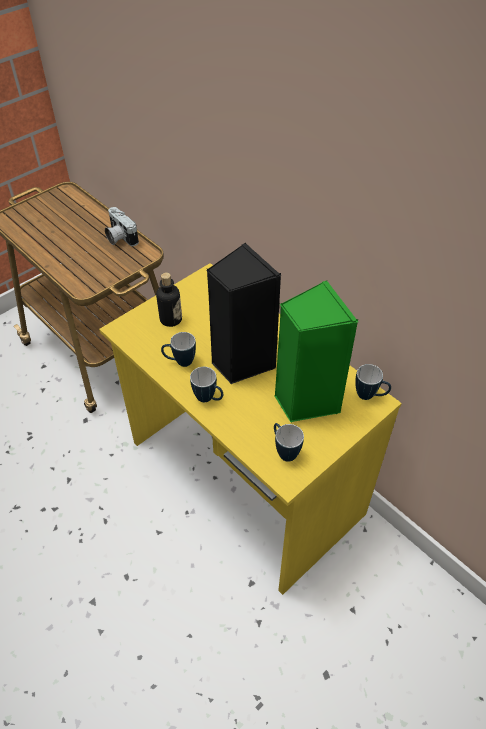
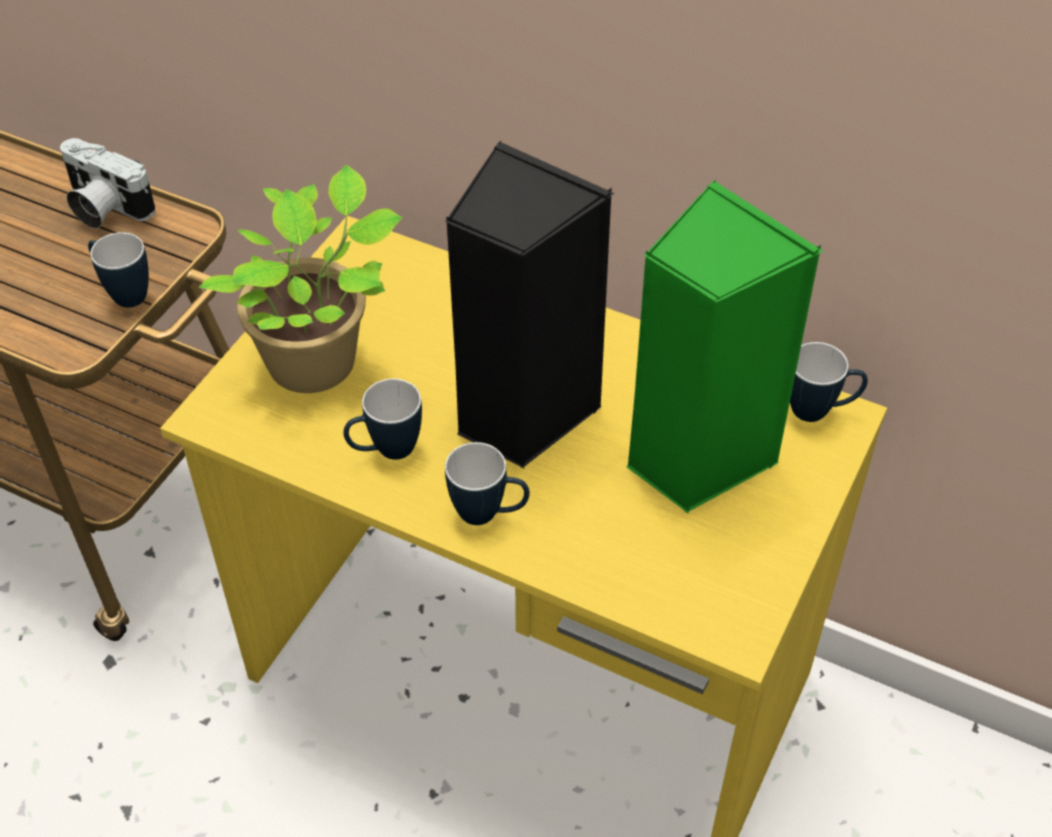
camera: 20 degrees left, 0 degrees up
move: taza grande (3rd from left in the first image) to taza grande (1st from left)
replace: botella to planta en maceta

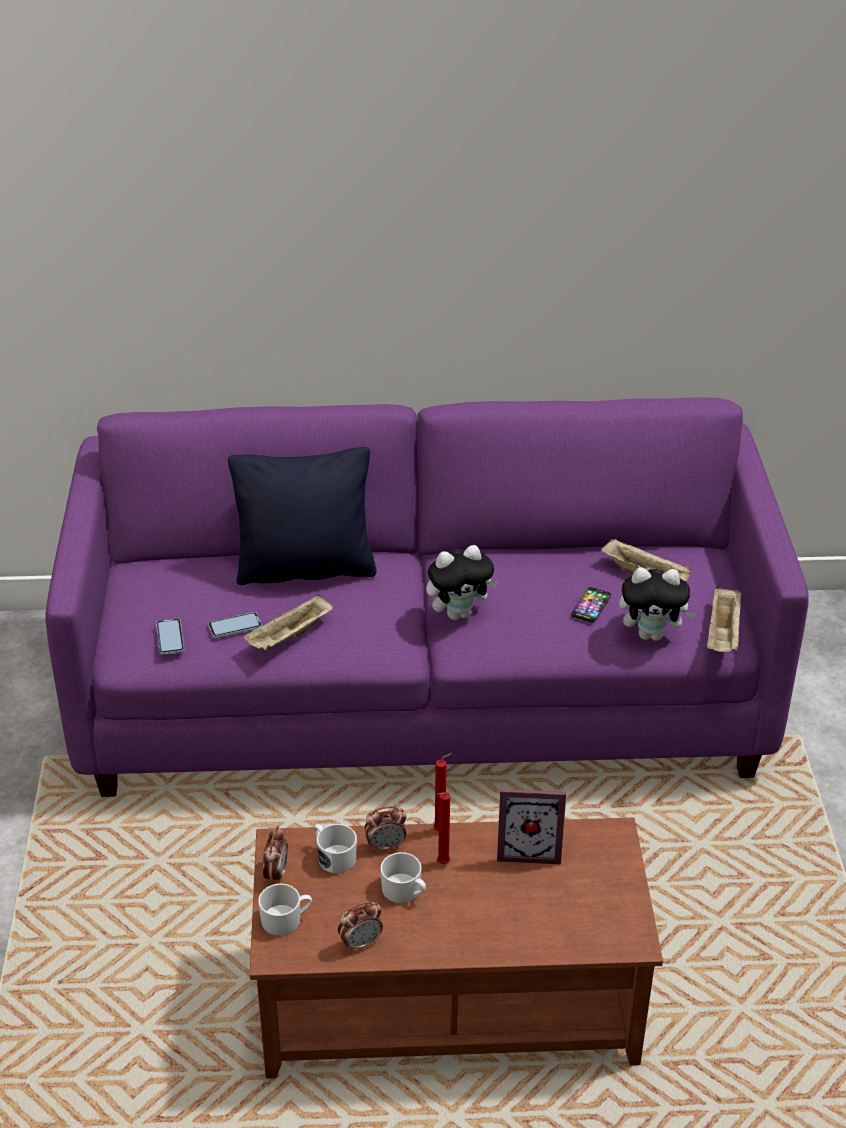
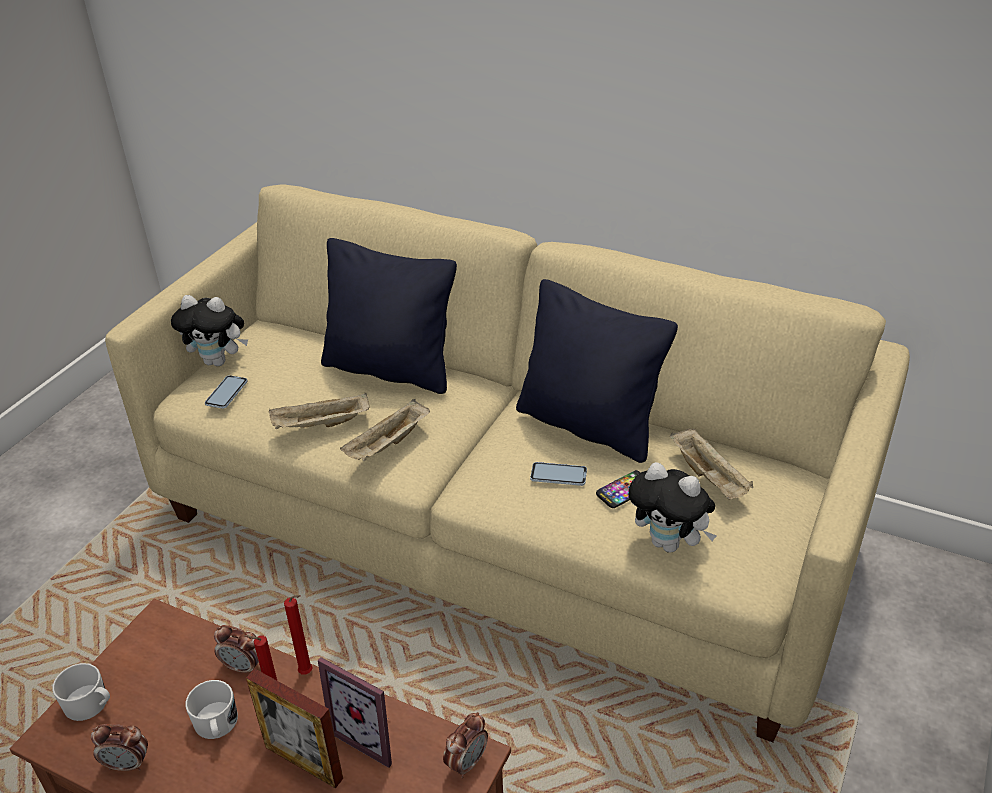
camera: 30 degrees right, 0 degrees up
delete: taza grande (blanco) (2nd from left)
insert: portarretratos (1st from left); cojín (negro) (2nd from left)
move: móvil (2nd from left); despertador (1st from left in the first image) to despertador (3rd from left); peluche (1st from left); bandeja (beis) (3rd from left in the first image) to bandeja (beis) (2nd from left)
recolor: sofá (morado) to sofá (beis)

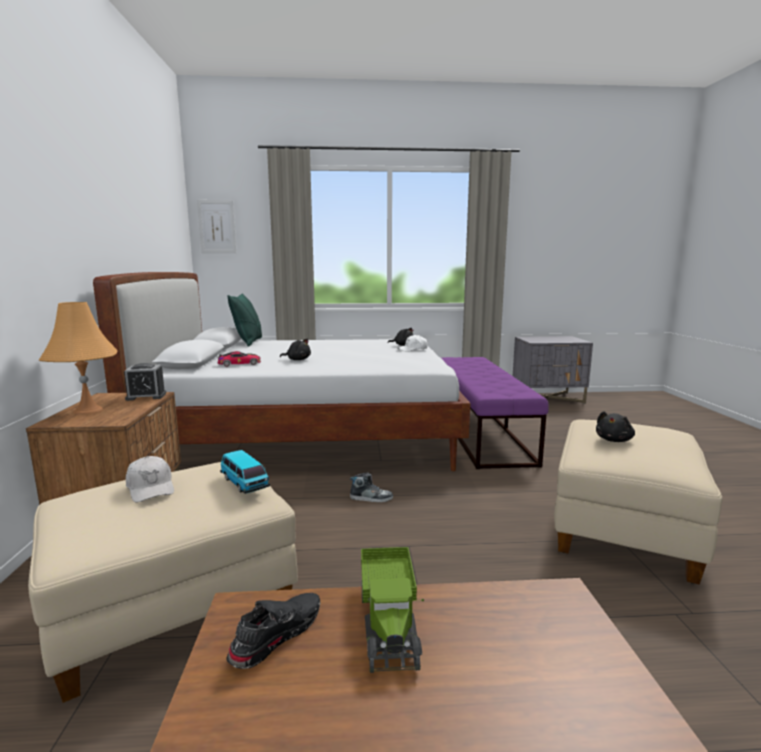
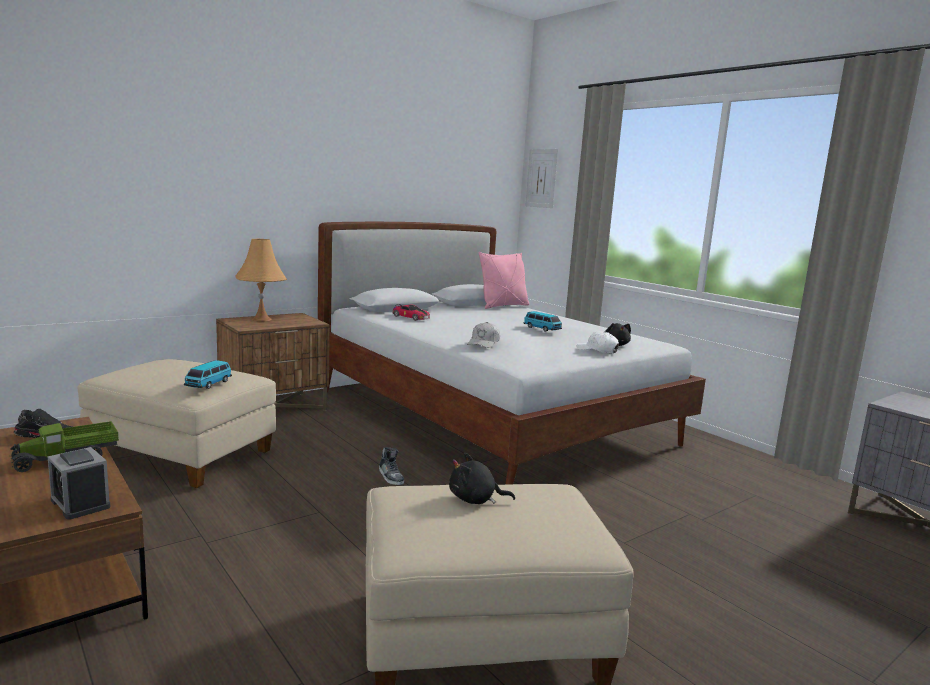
camera: 55 degrees right, 0 degrees up
delete: peluche (negro) (1st from left); banco (morado)
insert: coche de juguete (3rd from left)
move: despertador; gorra (blanco) (1st from left)
recolor: cojín (verde) to cojín (rosa)

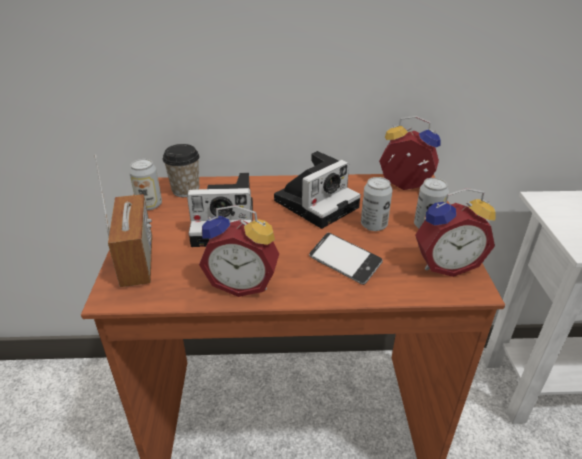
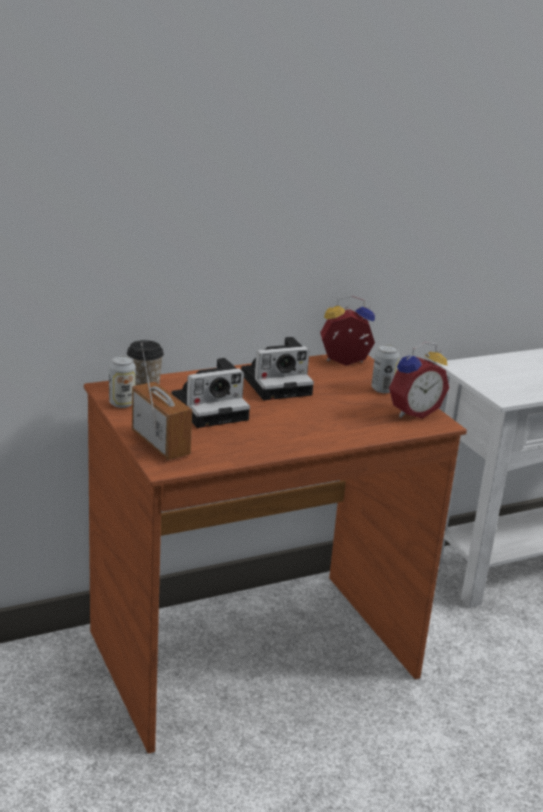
camera: 25 degrees left, 10 degrees down
delete: despertador (1st from left); móvil; lata (2nd from left)
rotate: cámara (2nd from left) 45 degrees clockwise

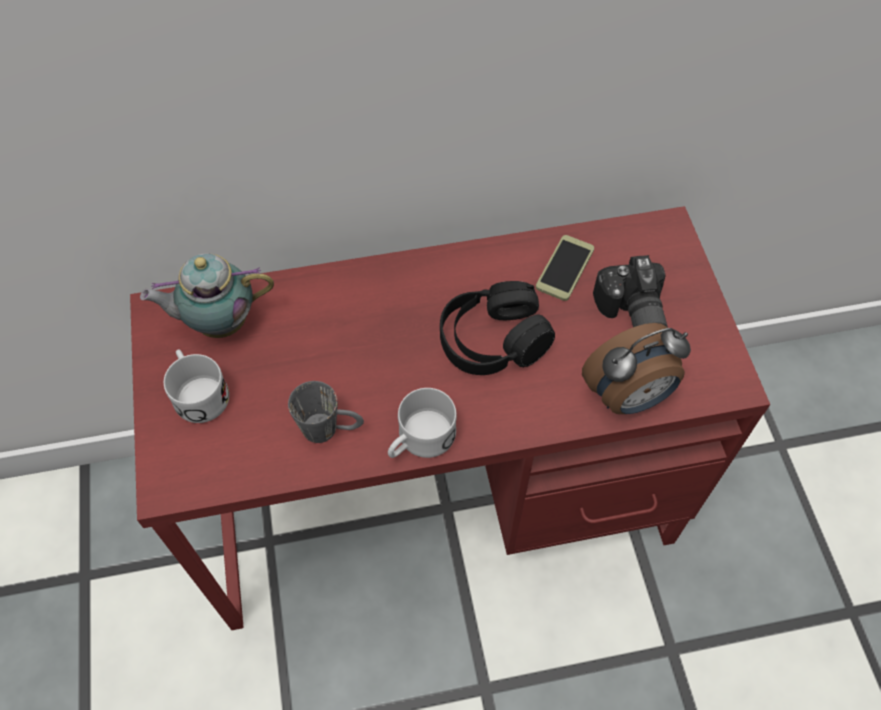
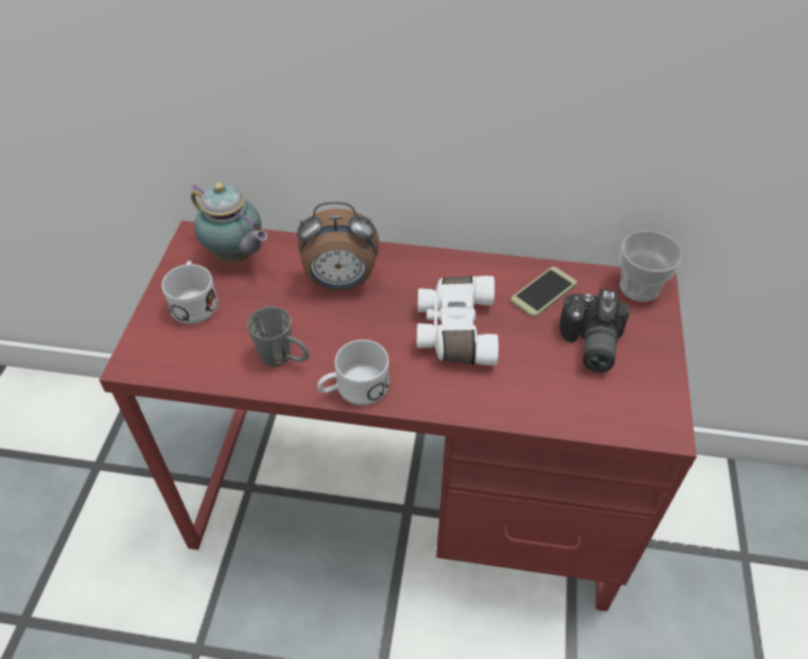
camera: 20 degrees right, 10 degrees down
insert: taza
move: despertador
replace: auriculares (negro) to prismáticos (blanco)
rotate: tetera 150 degrees counterclockwise

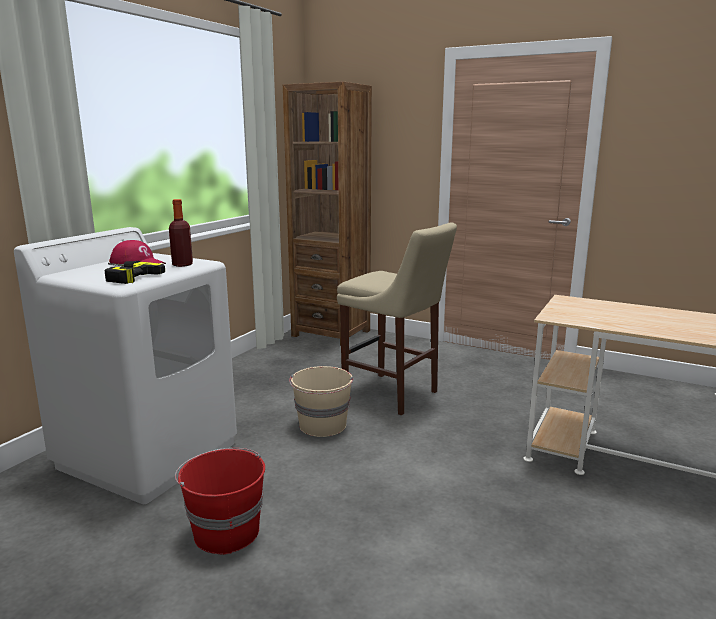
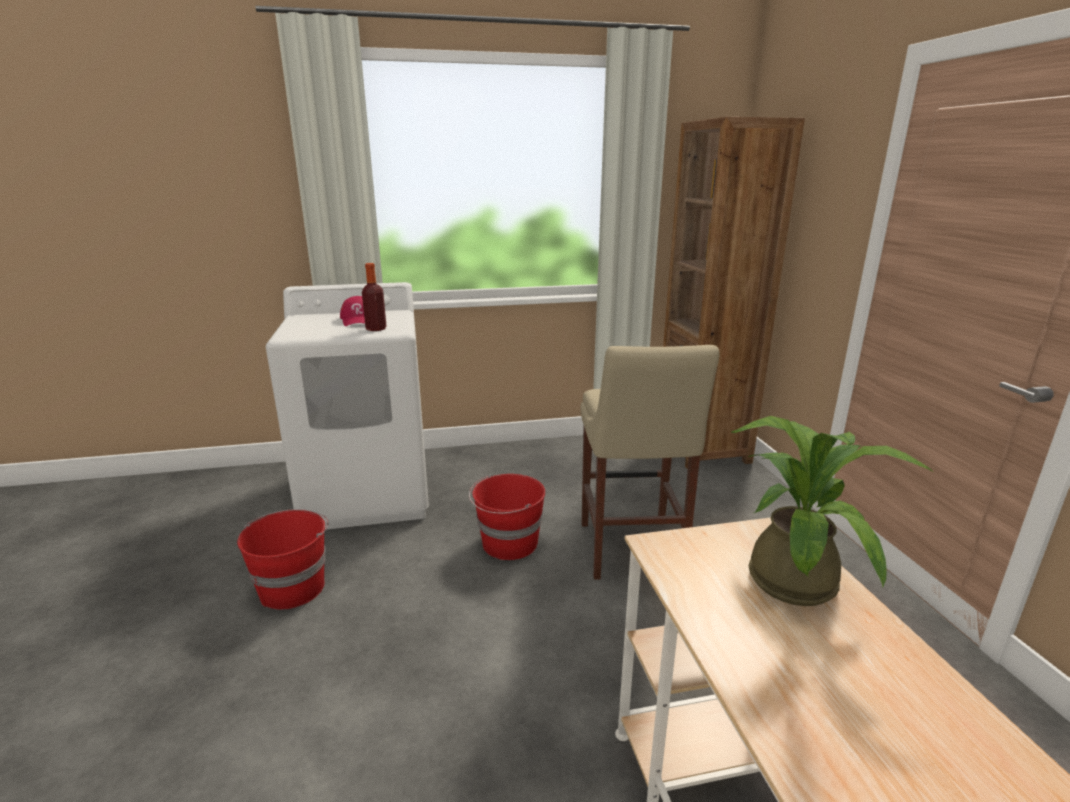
camera: 50 degrees right, 5 degrees up
delete: taladro
insert: planta en maceta
recolor: cubo (beis) to cubo (rojo) (2nd from left)

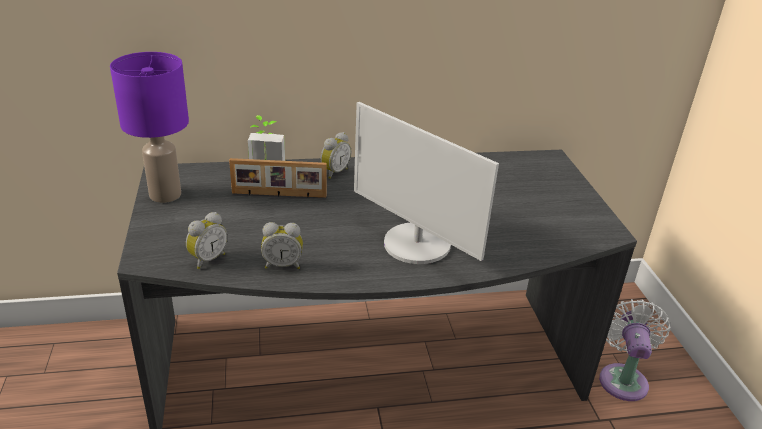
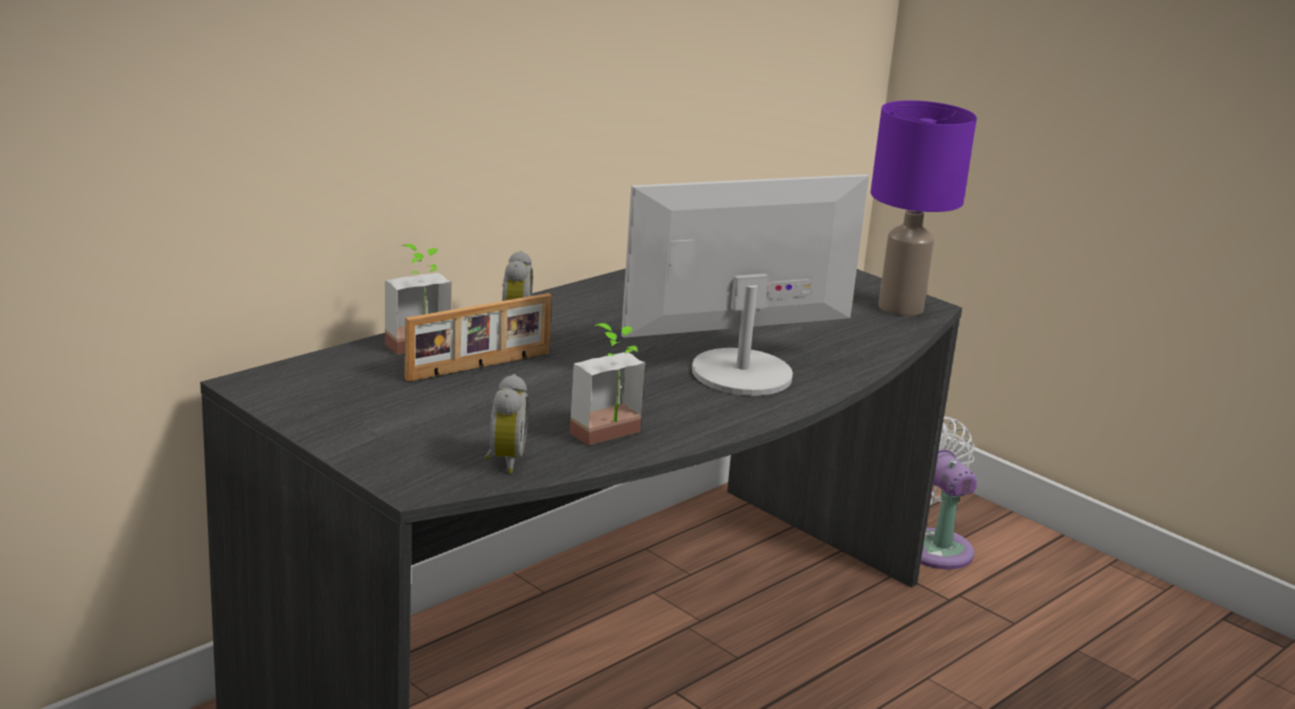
camera: 35 degrees left, 10 degrees down
move: lámpara de mesa (morado)
replace: despertador (2nd from left) to planta en maceta (2nd from left)
rotate: monitor 150 degrees clockwise

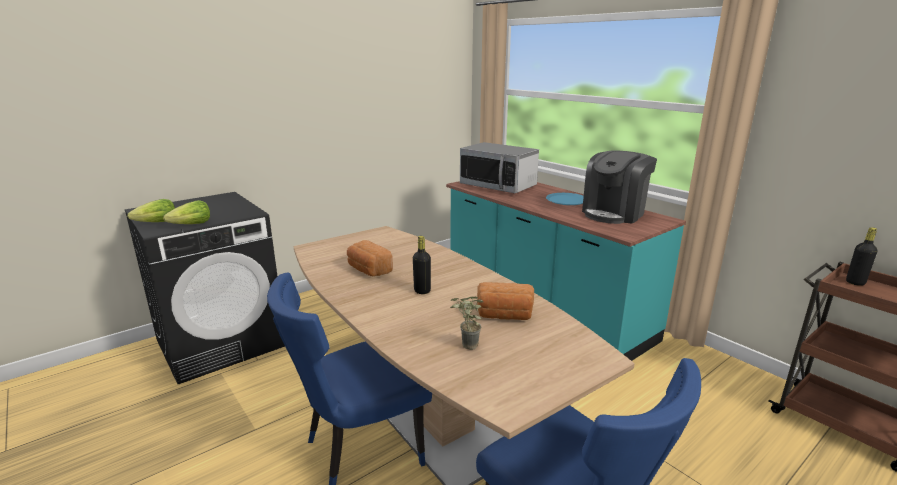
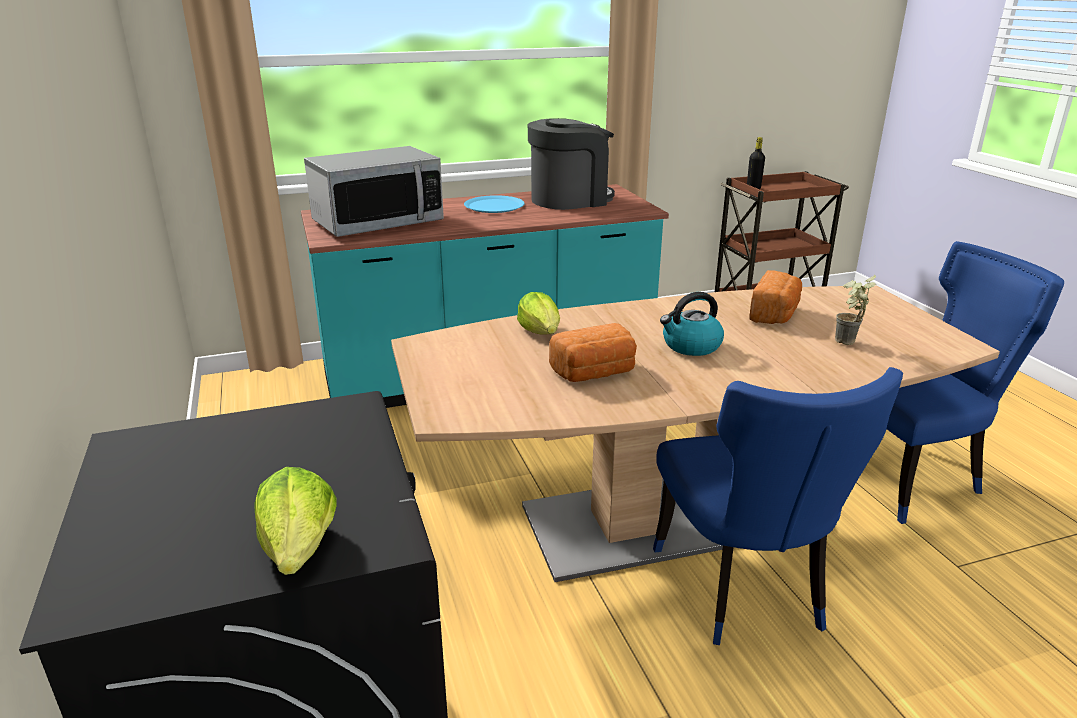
camera: 70 degrees left, 5 degrees up
move: lechuga (2nd from left)
replace: botella (negro) (1st from left) to hervidor
rotate: cafetera 90 degrees counterclockwise

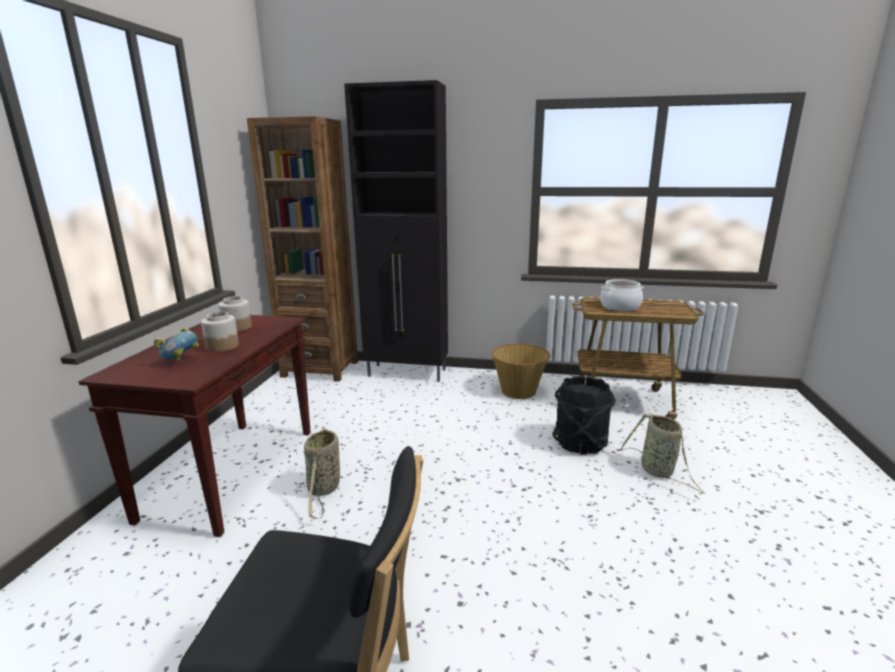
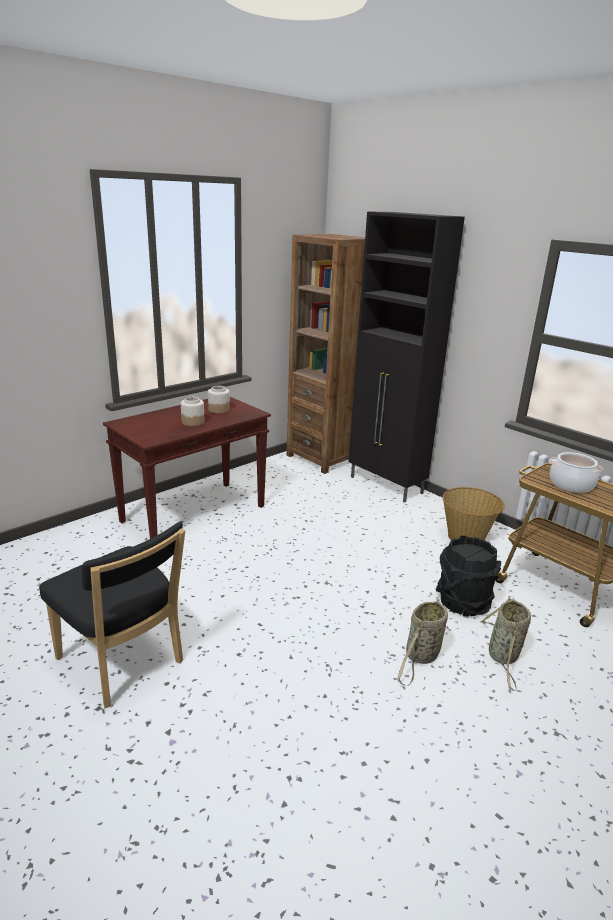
camera: 35 degrees right, 5 degrees up
delete: cuenco
move: cesta (1st from left)

